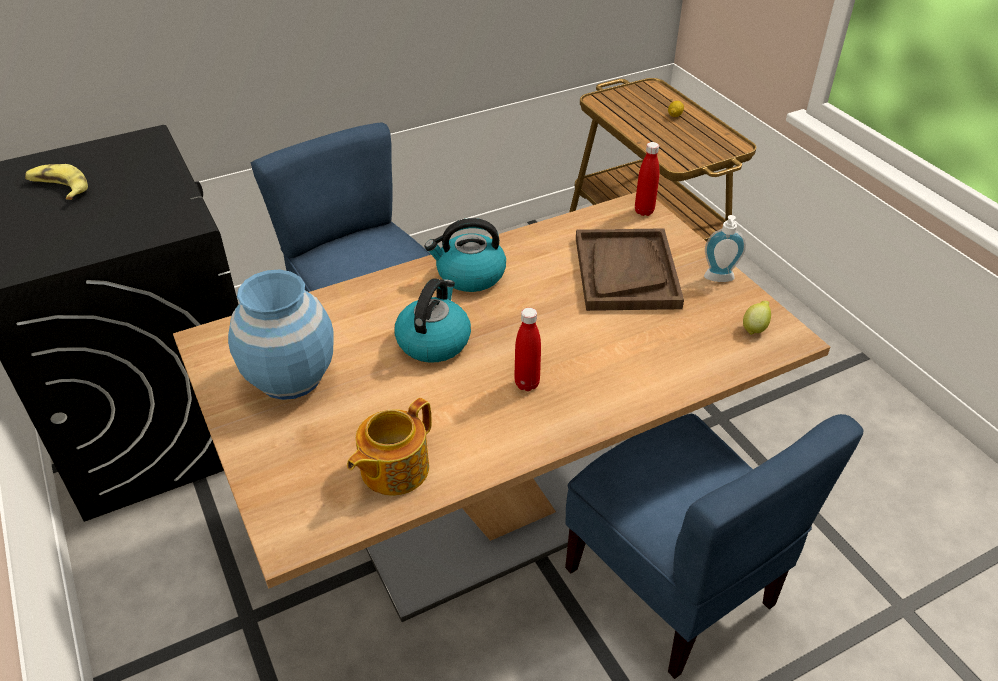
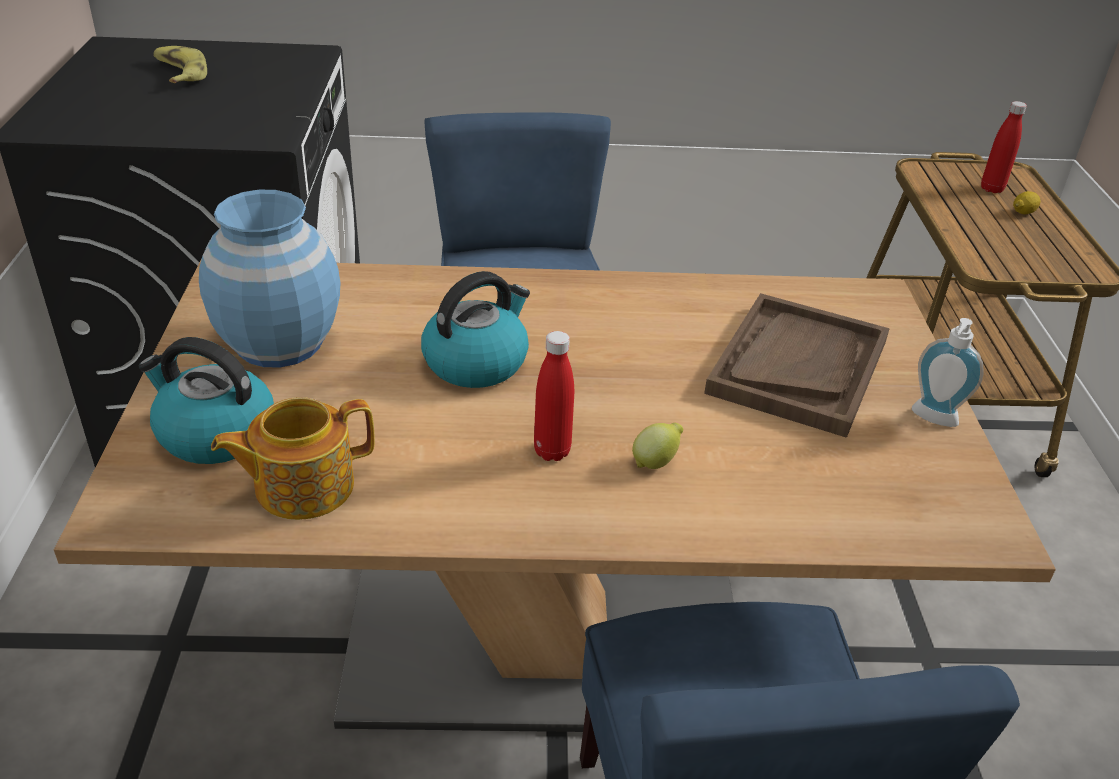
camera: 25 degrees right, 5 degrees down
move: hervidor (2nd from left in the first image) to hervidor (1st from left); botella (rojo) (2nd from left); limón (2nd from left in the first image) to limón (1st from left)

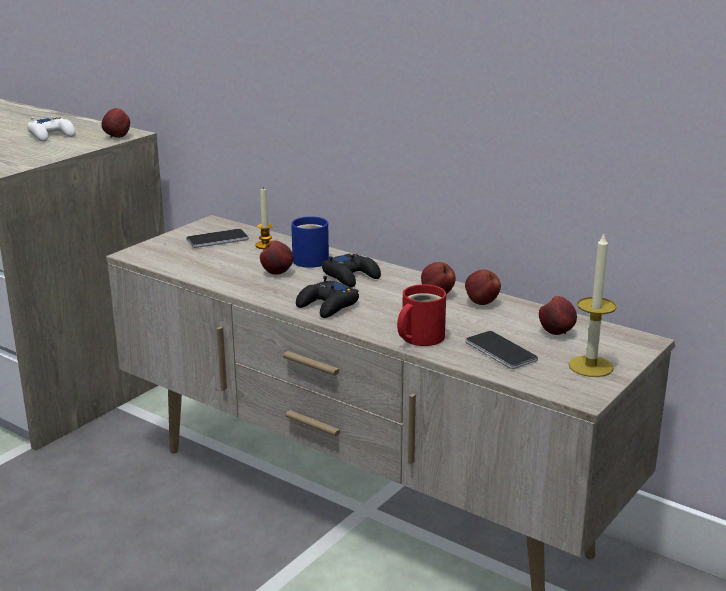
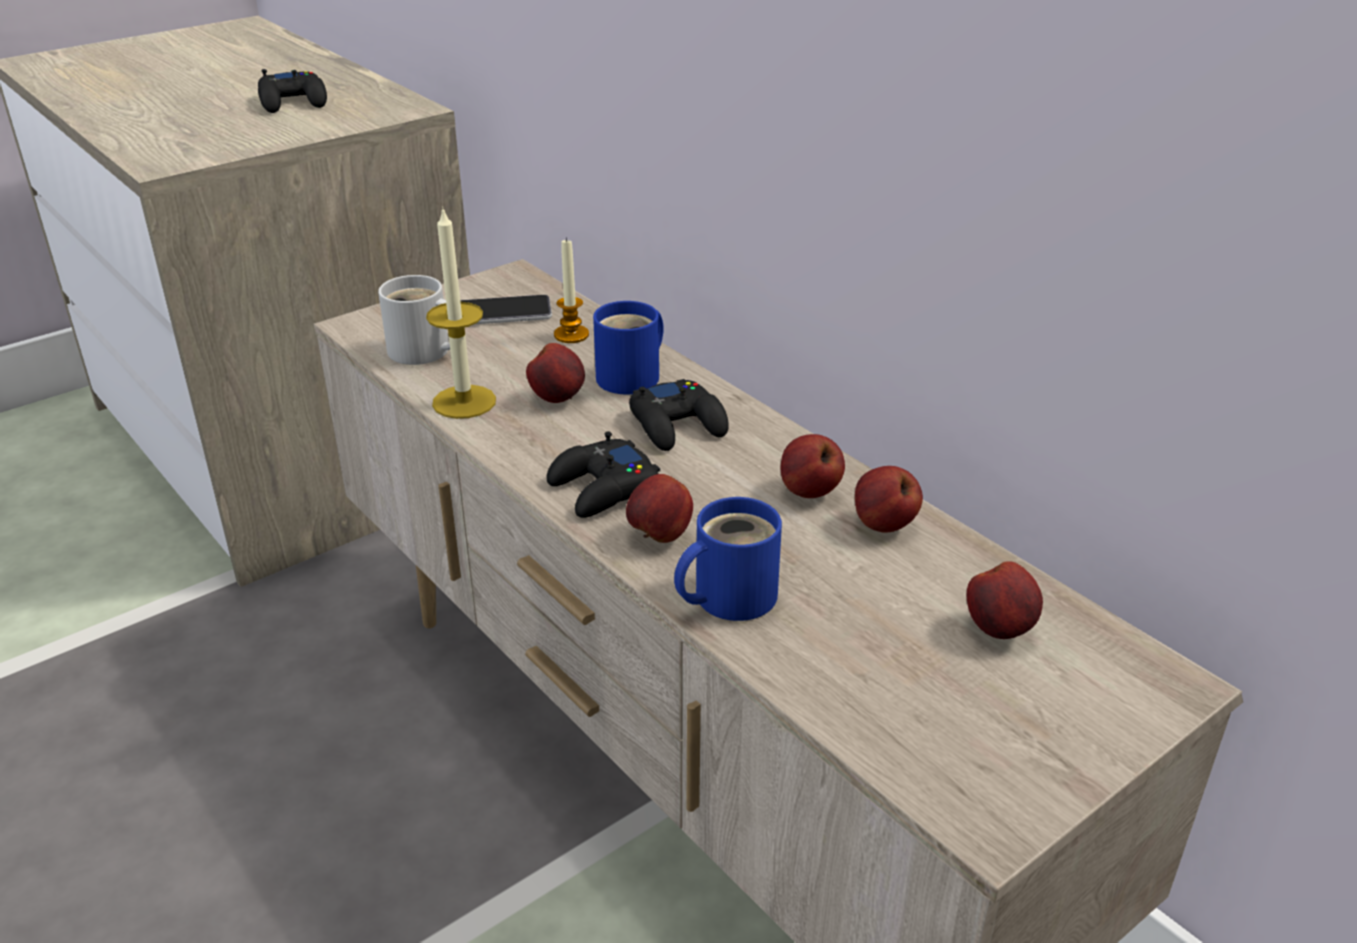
camera: 15 degrees right, 10 degrees up
delete: móvil (2nd from left)
insert: taza grande (blanco)
move: manzana (1st from left in the first image) to manzana (2nd from left); vela (2nd from left in the first image) to vela (1st from left)
recolor: mando de consola (blanco) to mando de consola (negro) (1st from left); taza grande (rojo) to taza grande (azul) (2nd from left)

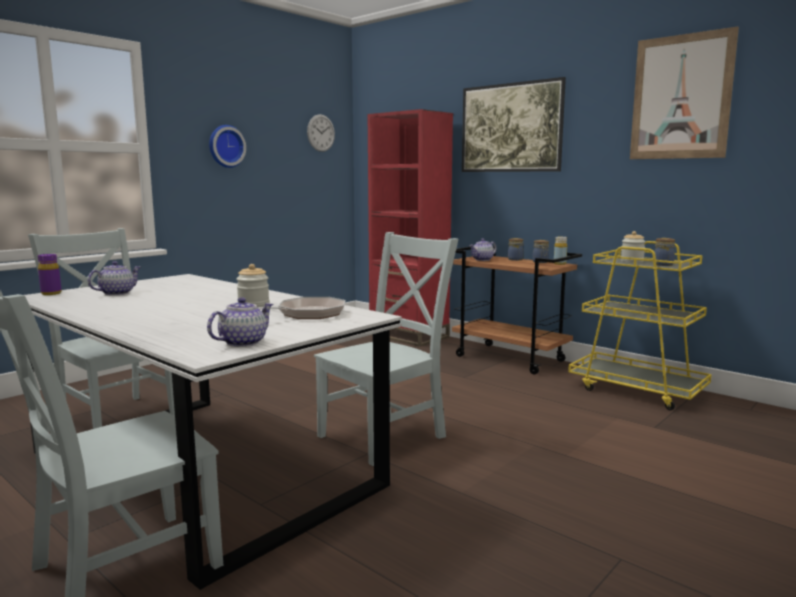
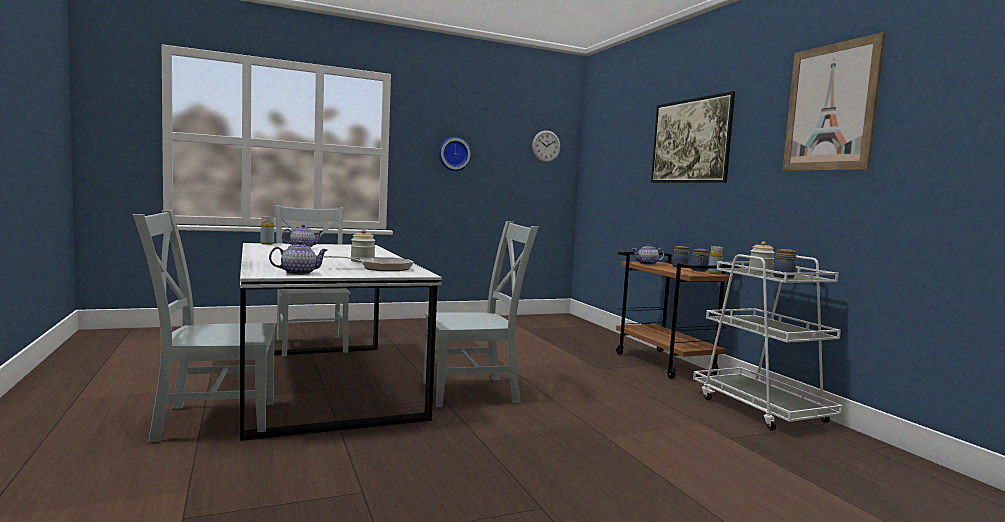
camera: 25 degrees right, 5 degrees down
delete: estantería (rojo)
recolor: botella (morado) to botella (amarillo) (1st from left); carrito (amarillo) to carrito (blanco)

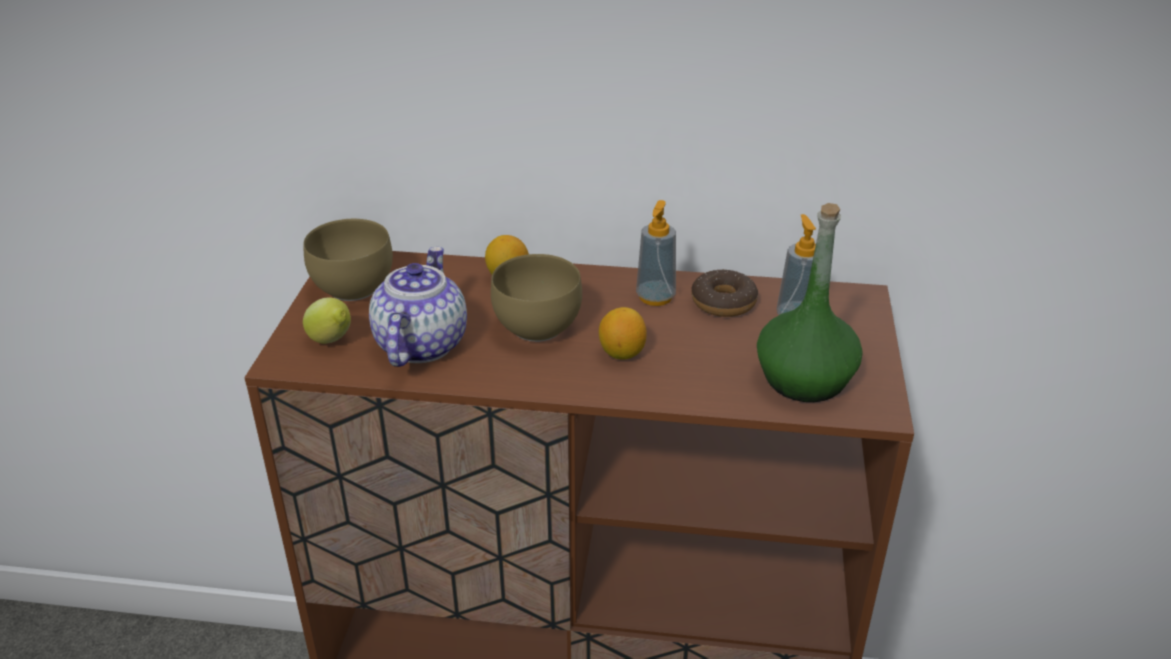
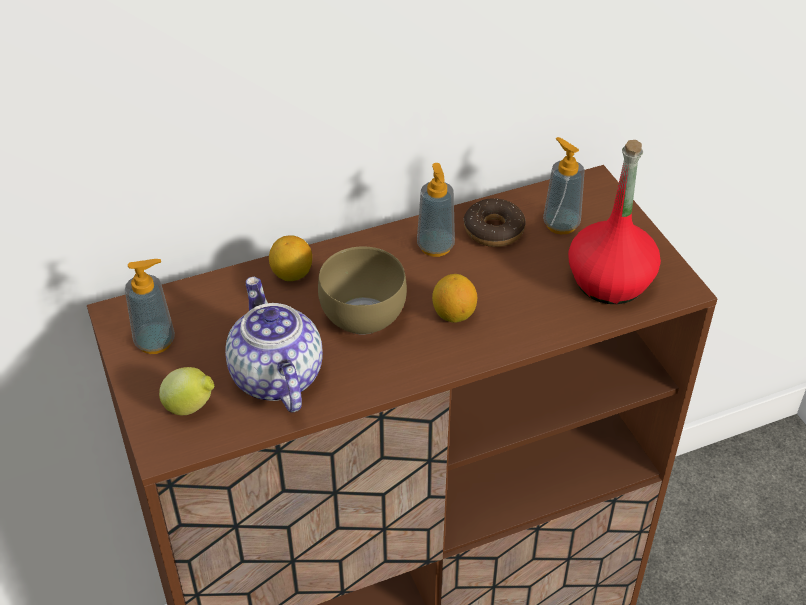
camera: 30 degrees left, 10 degrees up
replace: cuenco (marrón) (1st from left) to dispensador de jabón (1st from left)
recolor: botella (verde) to botella (rojo)

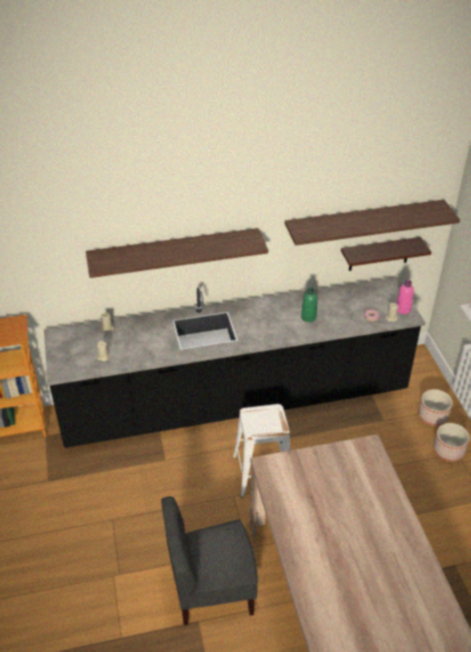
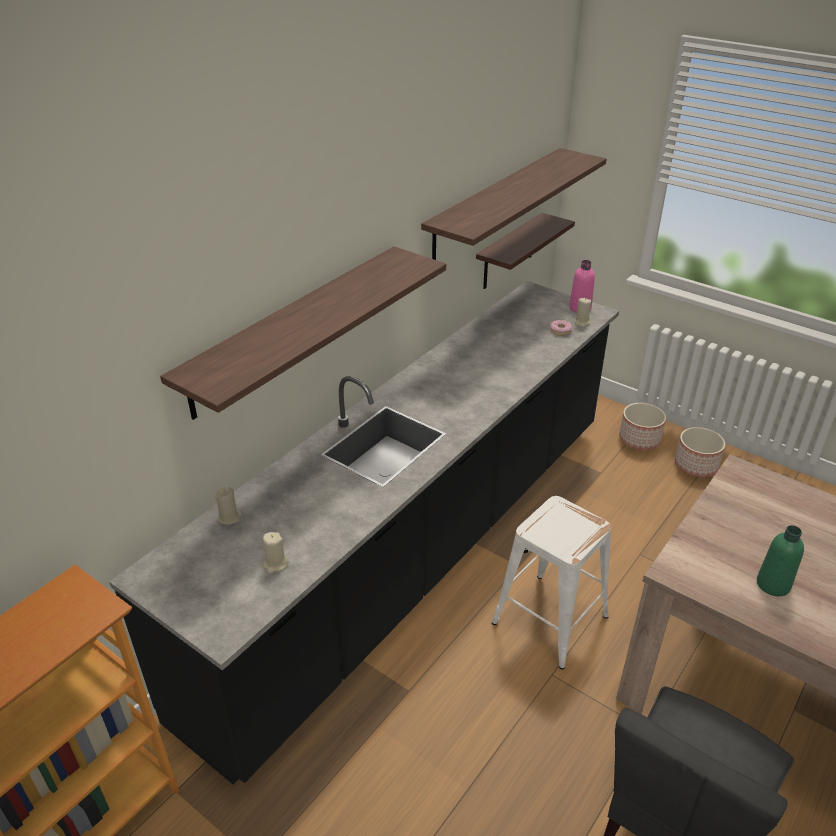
camera: 40 degrees left, 5 degrees down
move: botella (verde)

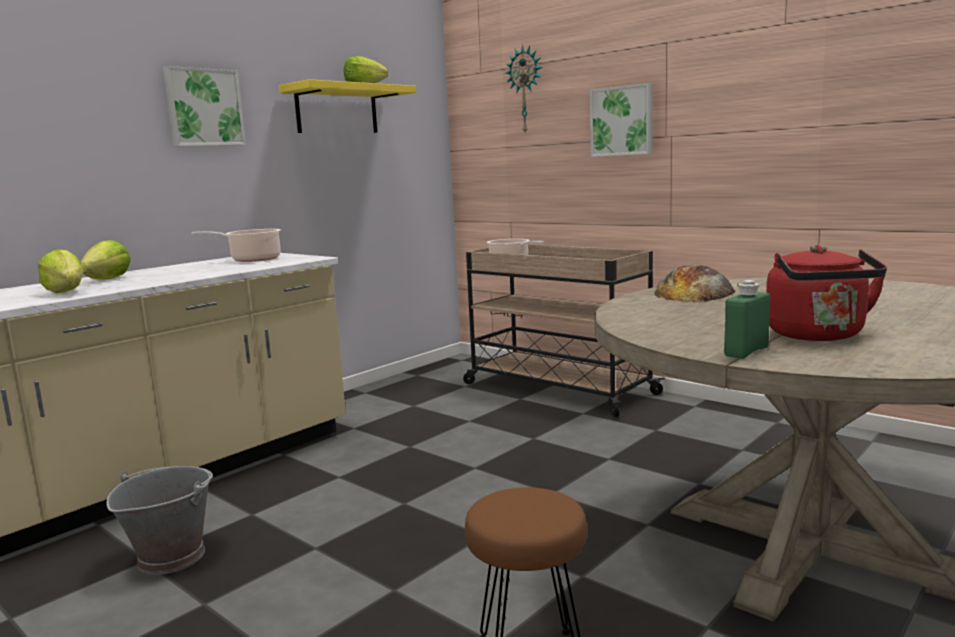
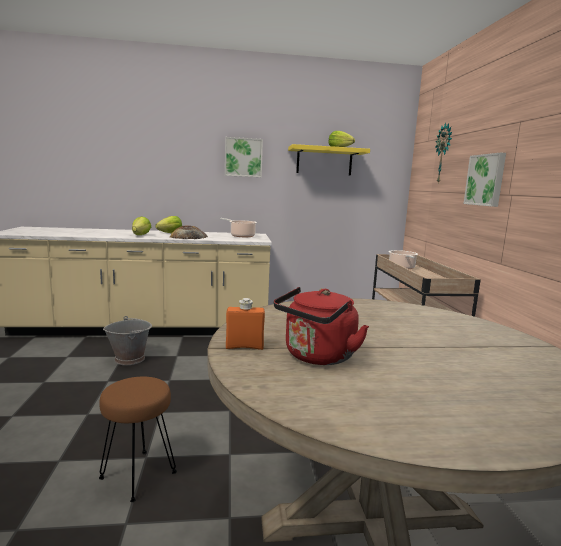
camera: 40 degrees right, 0 degrees up
move: pan
recolor: botella (verde) to botella (naranja)

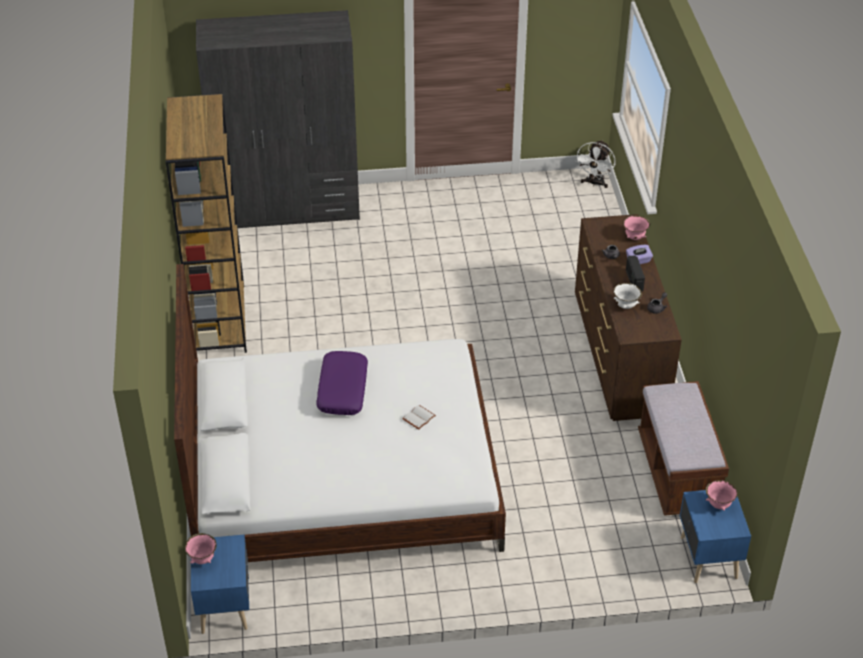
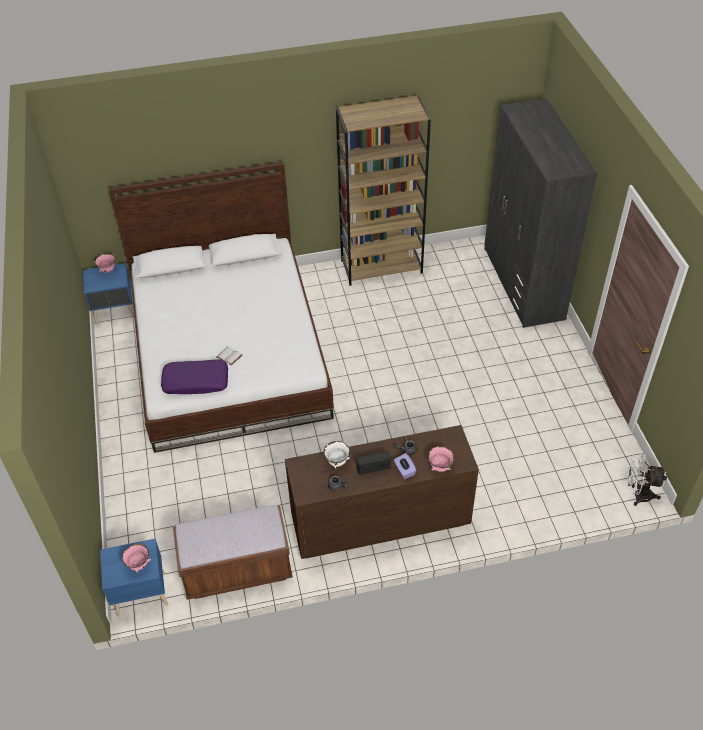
camera: 85 degrees right, 5 degrees up
move: cojín (morado)

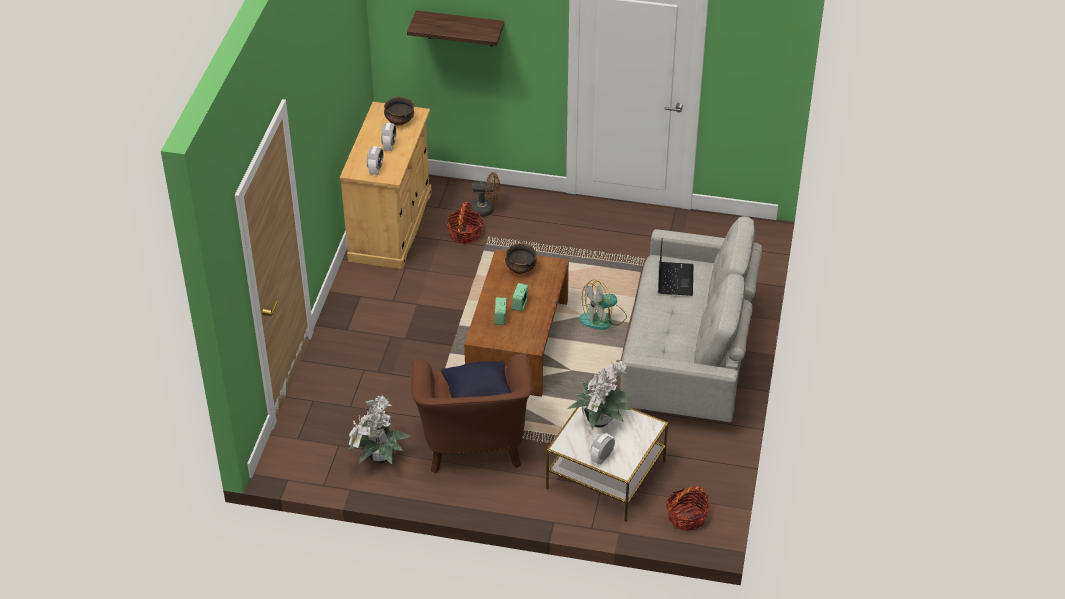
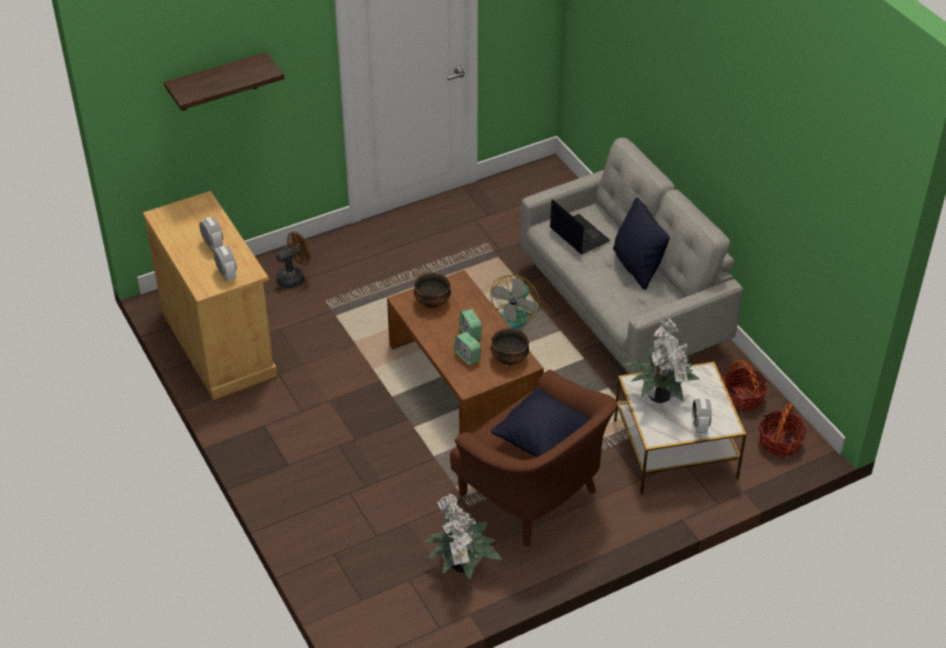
camera: 40 degrees left, 0 degrees up
insert: cojín (negro) (2nd from left)
move: cuenco (1st from left in the first image) to cuenco (2nd from left); cesta (1st from left)

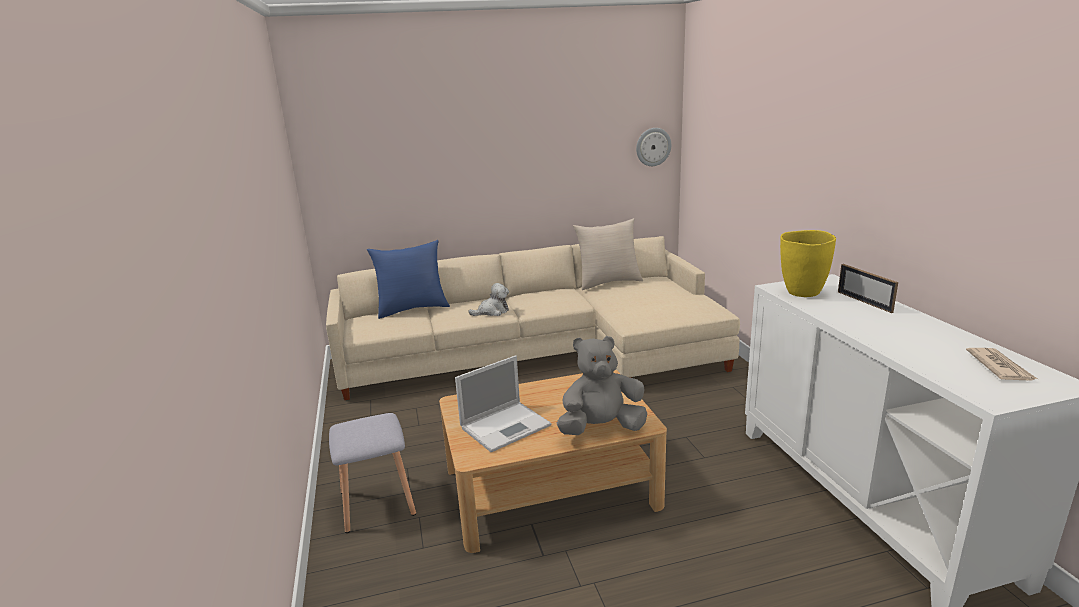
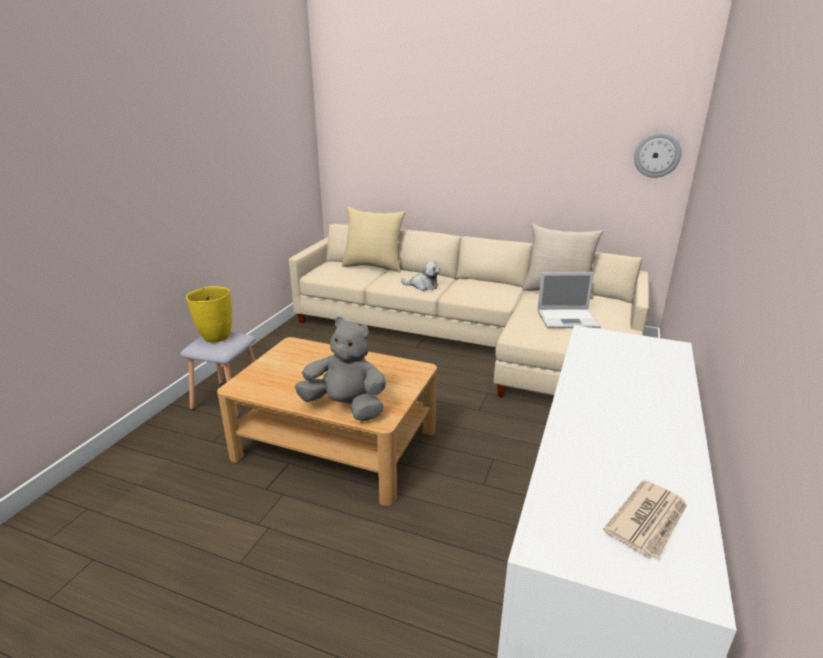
camera: 35 degrees right, 5 degrees up
delete: portarretratos
move: portátil; florero (amarillo)
recolor: cojín (azul) to cojín (beis) (1st from left)

